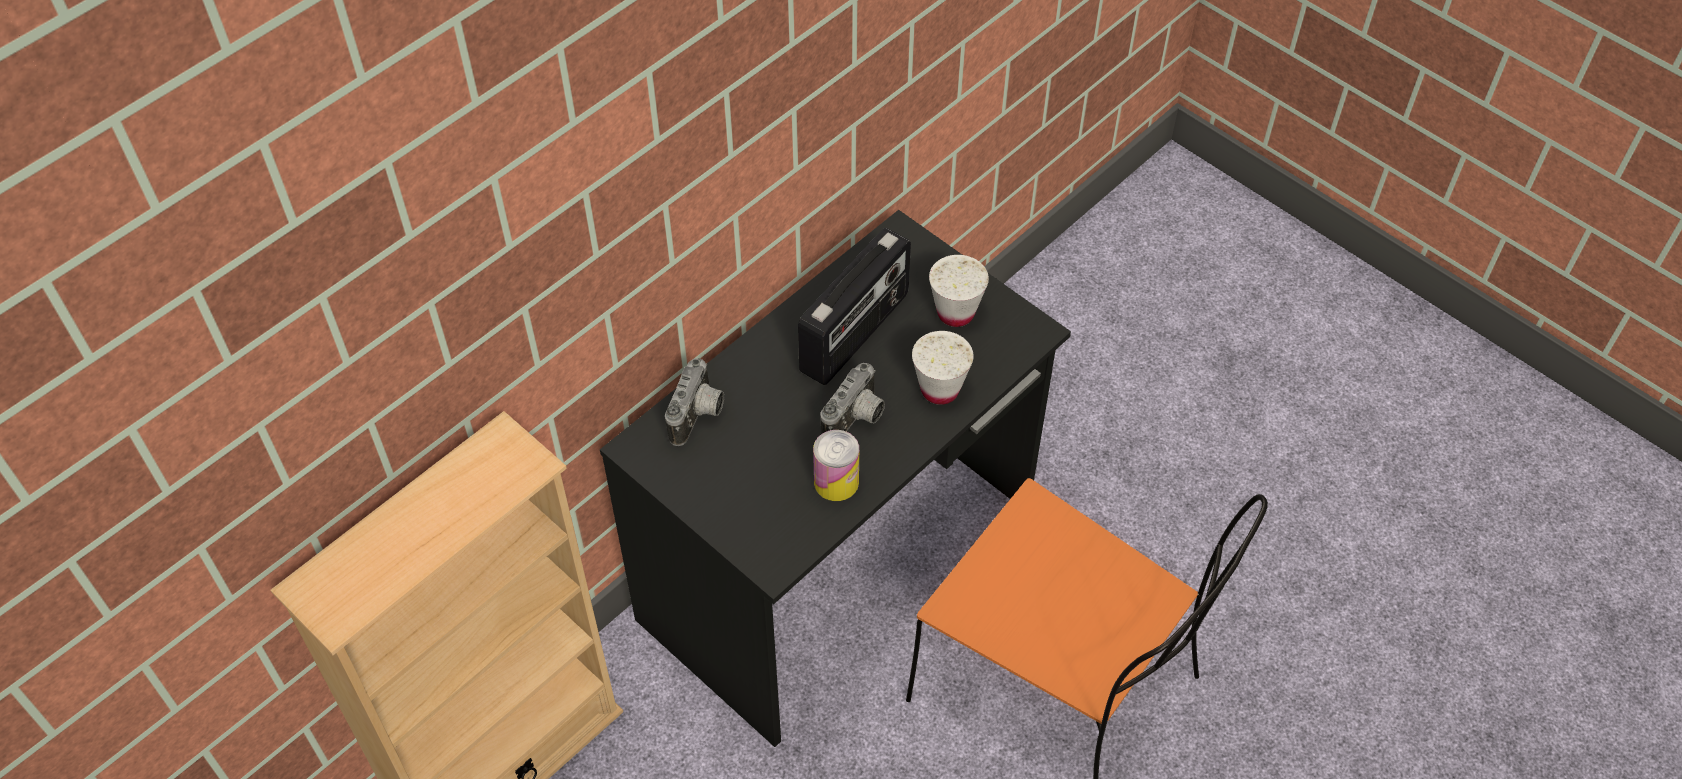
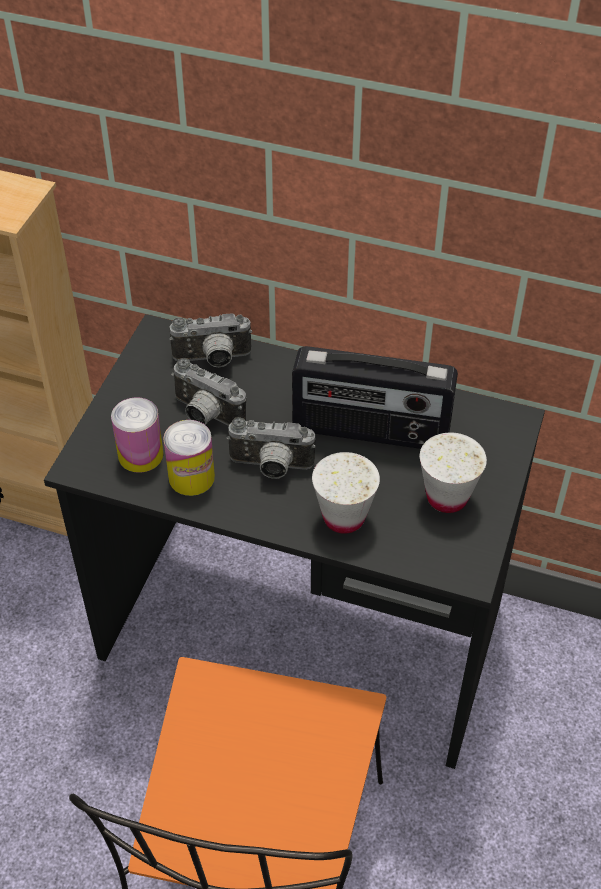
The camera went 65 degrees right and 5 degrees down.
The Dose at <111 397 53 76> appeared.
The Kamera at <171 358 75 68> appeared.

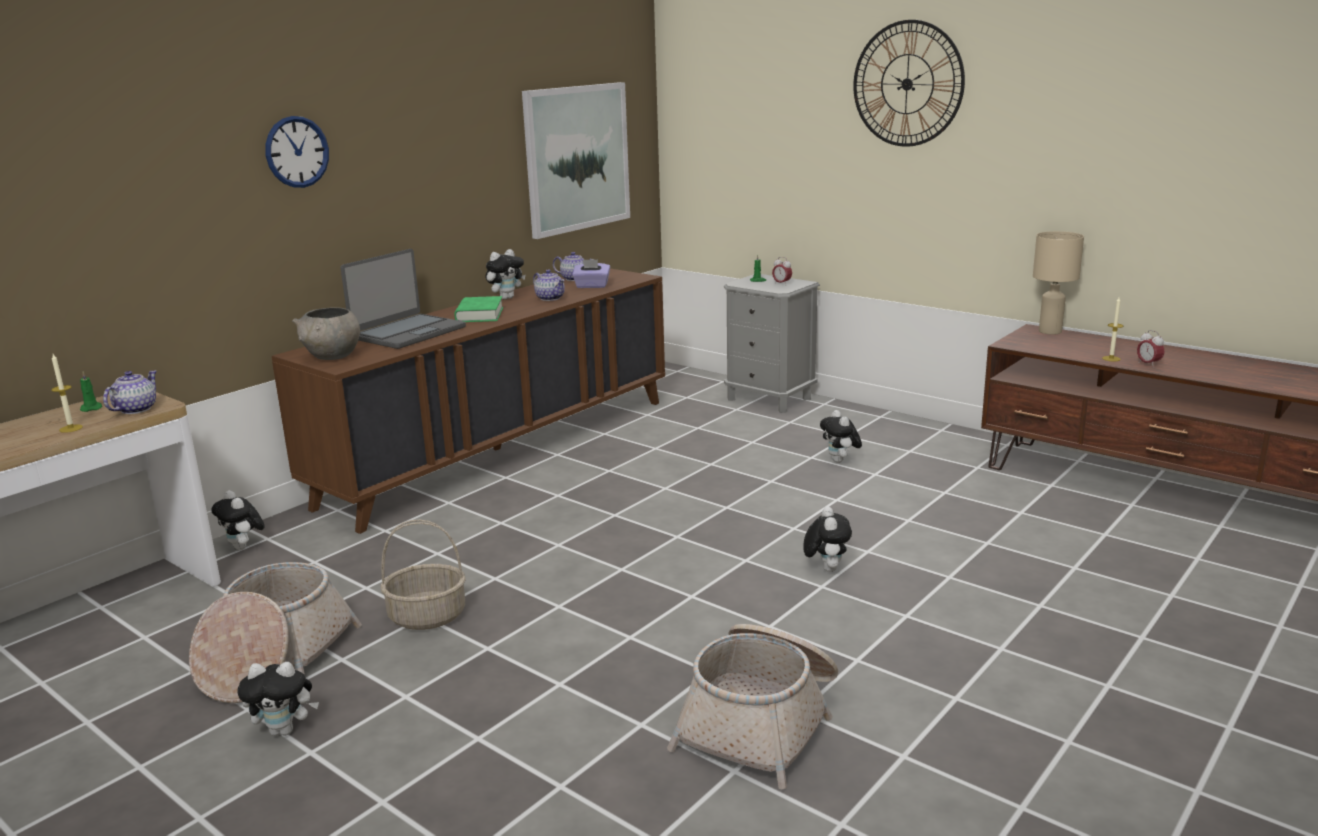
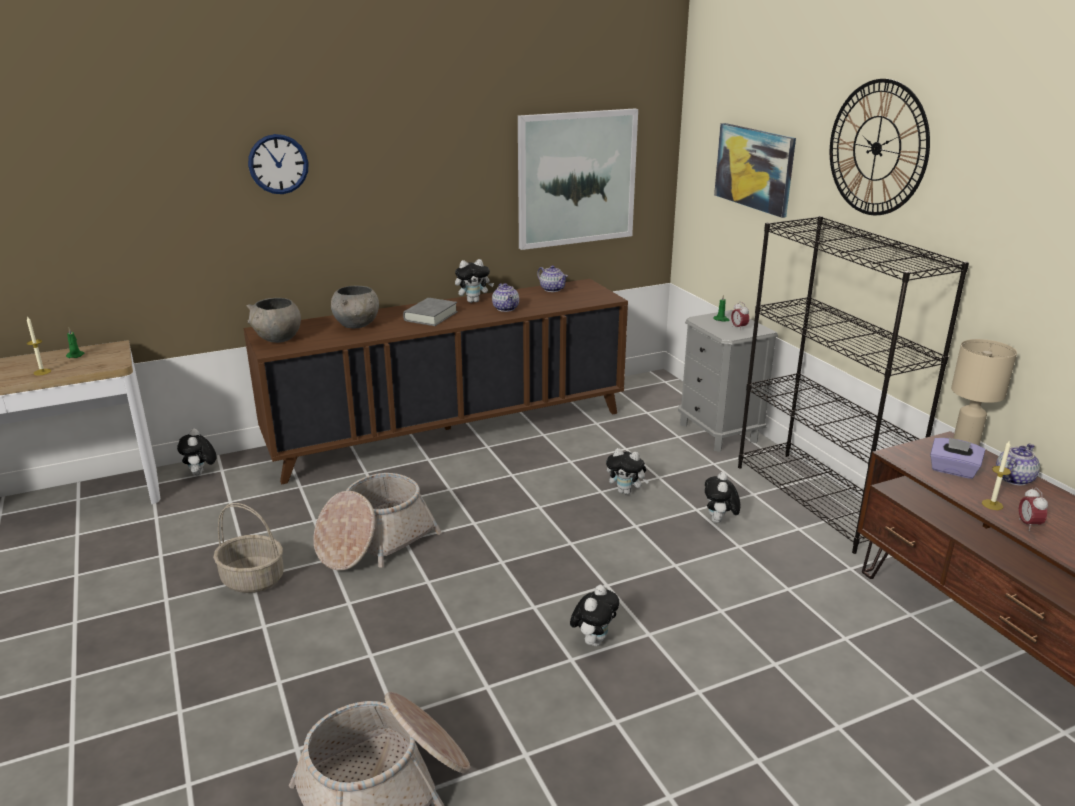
The camera went 25 degrees right and 5 degrees up.
The Bild at <714 123 82 95> appeared.
The Bücherregal/schwarz at <738 216 231 338> appeared.
The Teekanne moved from <103 371 54 43> to <996 444 44 42>.
The Korb moved from <189 562 173 141> to <313 473 129 98>.
The Plüschtier moved from <237 662 82 74> to <606 448 43 47>.
The Taschentuchbox/lila moved from <572 259 38 29> to <930 438 55 41>.
The Laptop at <341 249 125 100> was replaced by the Schüssel/grau at <331 286 48 42>.
The Buch/grün at <454 296 49 26> became the Buch/grau at <403 298 55 28>.

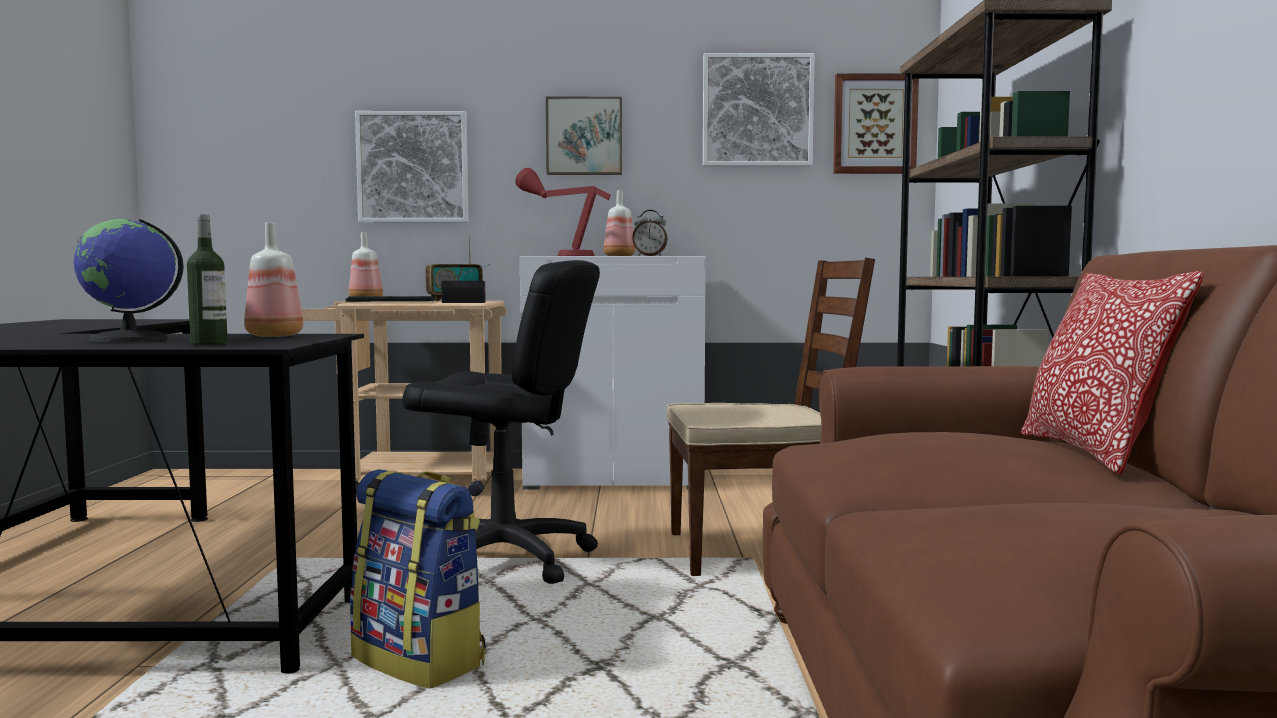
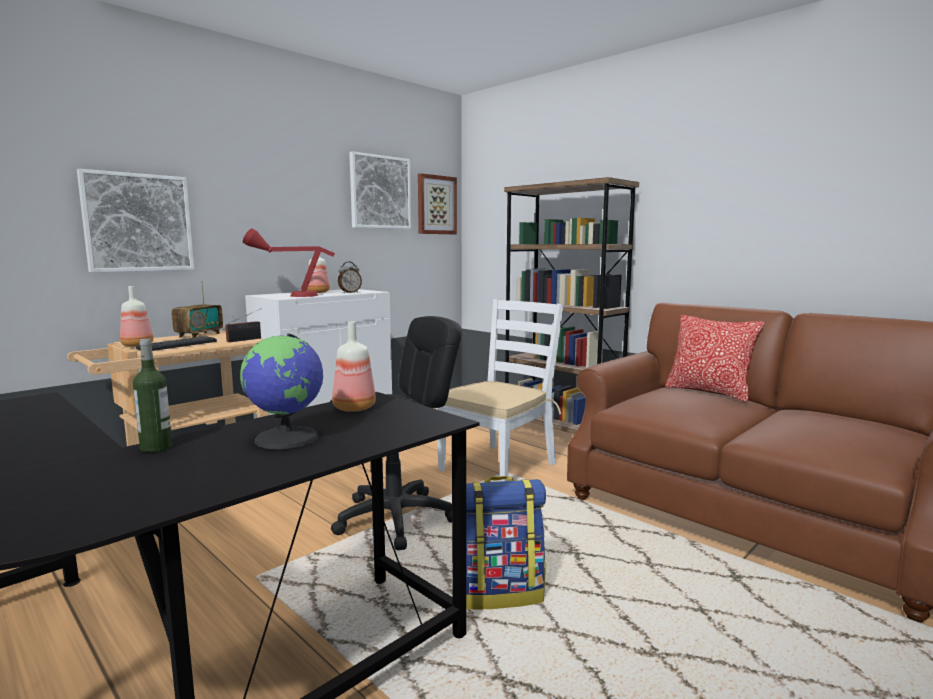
The camera went 45 degrees left and 5 degrees up.
The Bild at <546 97 76 78> disappeared.
The Flasche moved from <187 214 41 131> to <133 339 39 113>.
The Stuhl/braun at <667 258 208 318> became the Stuhl/weiß at <436 299 128 182>.

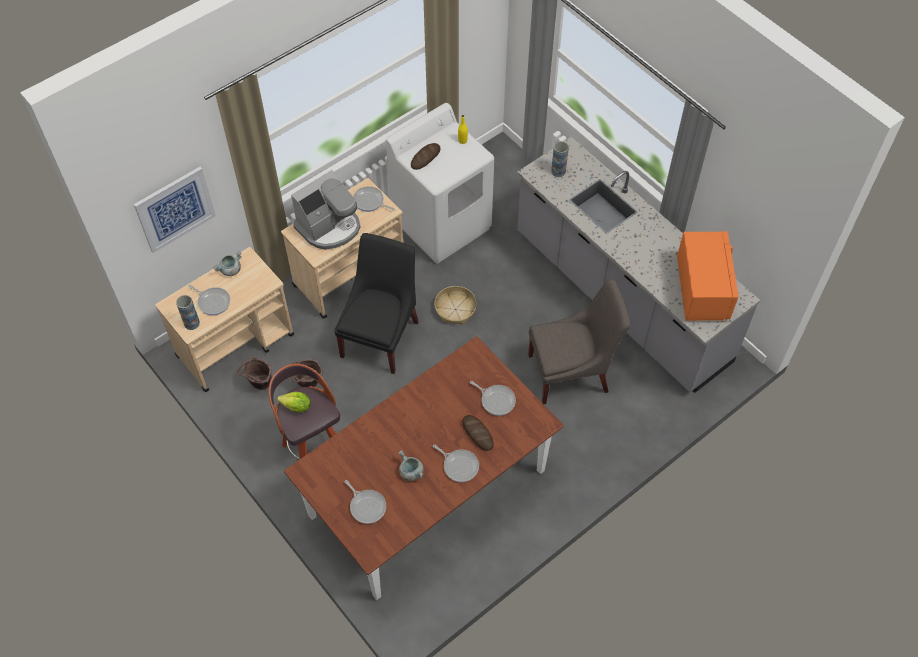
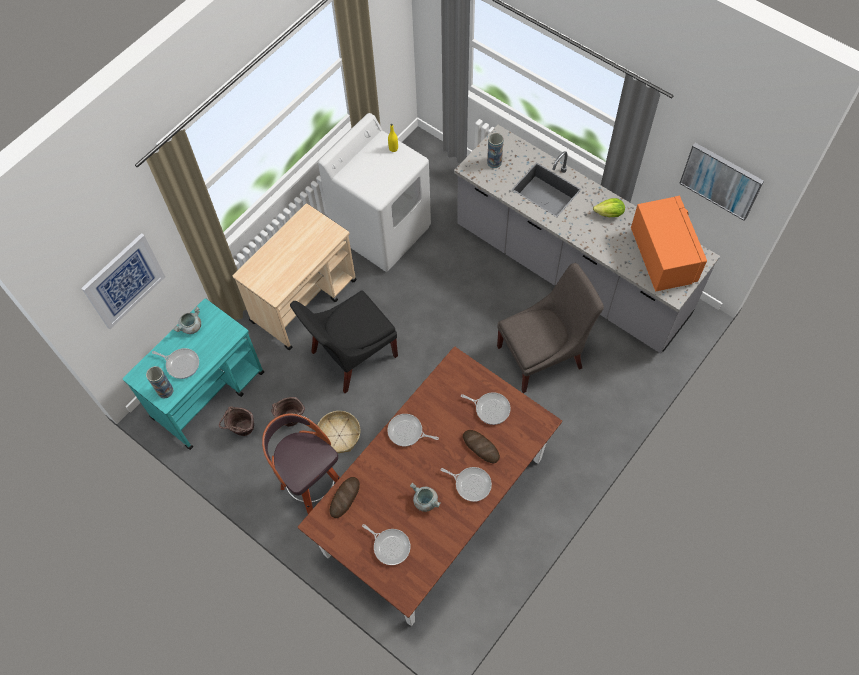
The camera went 10 degrees left and 5 degrees up.
The Kaffeemaschine at <291 170 69 80> disappeared.
The Bild at <679 143 85 78> appeared.
The Salatkopf moved from <277 392 34 20> to <593 198 32 19>.
The Pfanne moved from <353 186 42 26> to <388 414 51 32>.
The Brot moved from <411 143 30 27> to <330 477 30 41>.
The Korb moved from <434 286 43 39> to <317 411 43 42>.
The Rollwagen/beige at <155 247 139 145> became the Rollwagen/türkis at <123 298 141 152>.
The Stuhl/schwarz at <334 233 85 141> turned 135 degrees counterclockwise.

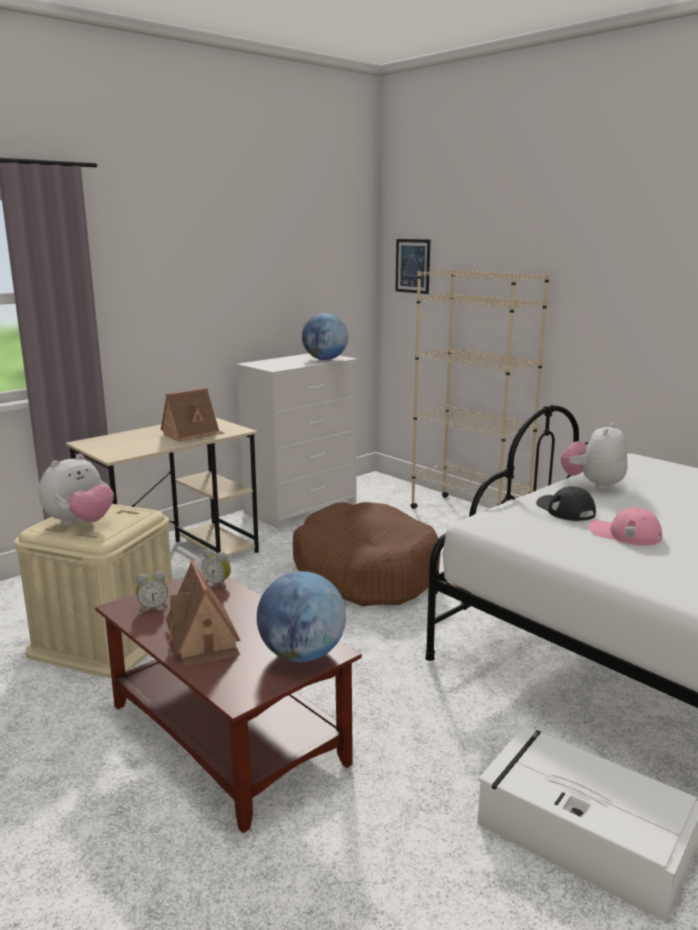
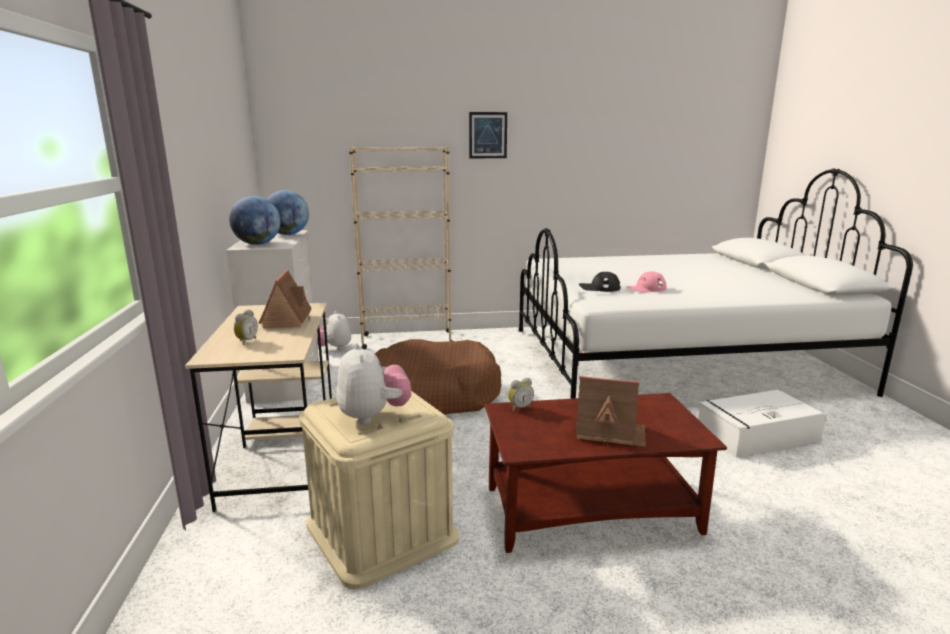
The camera went 55 degrees left and 0 degrees up.
The Wecker moved from <136 571 32 41> to <234 309 24 36>.
The Globus moved from <257 571 89 91> to <229 196 52 49>.
The Bild moved from <395 239 35 55> to <469 112 38 46>.
The Plüschtier moved from <561 422 67 68> to <316 311 35 39>.

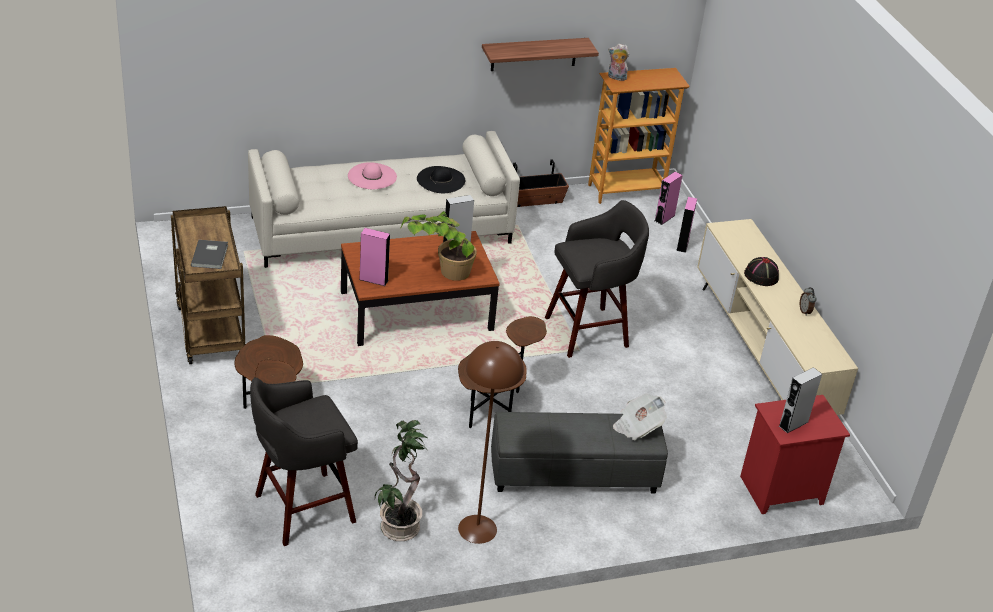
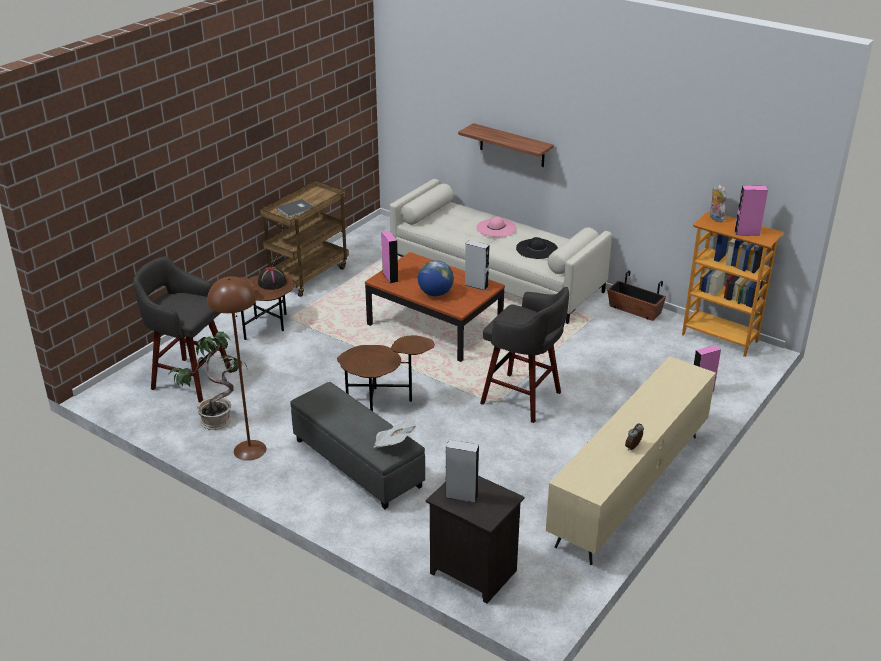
The camera went 55 degrees right and 5 degrees down.
The Wandregal moved from <482 38 117 33> to <458 123 96 44>.
The Lautsprecher/rosa moved from <655 172 28 53> to <734 186 34 50>.
The Hut/schwarz moved from <744 257 35 29> to <258 266 29 24>.
The Topfpflanze at <400 211 77 70> was replaced by the Globus at <418 260 36 36>.
The Nachttisch/rot at <740 395 110 119> became the Nachttisch/schwarz at <426 476 99 128>.

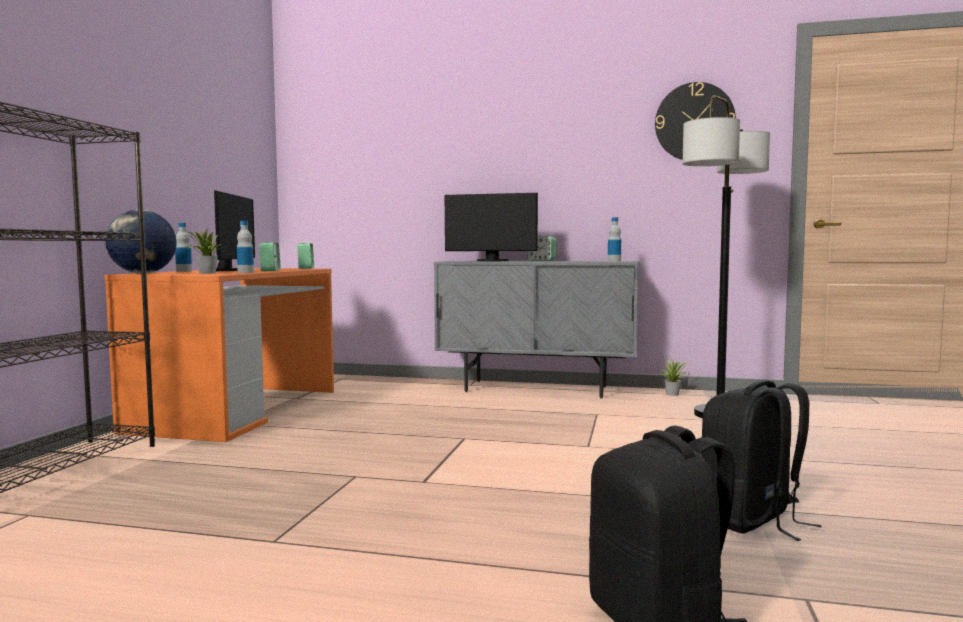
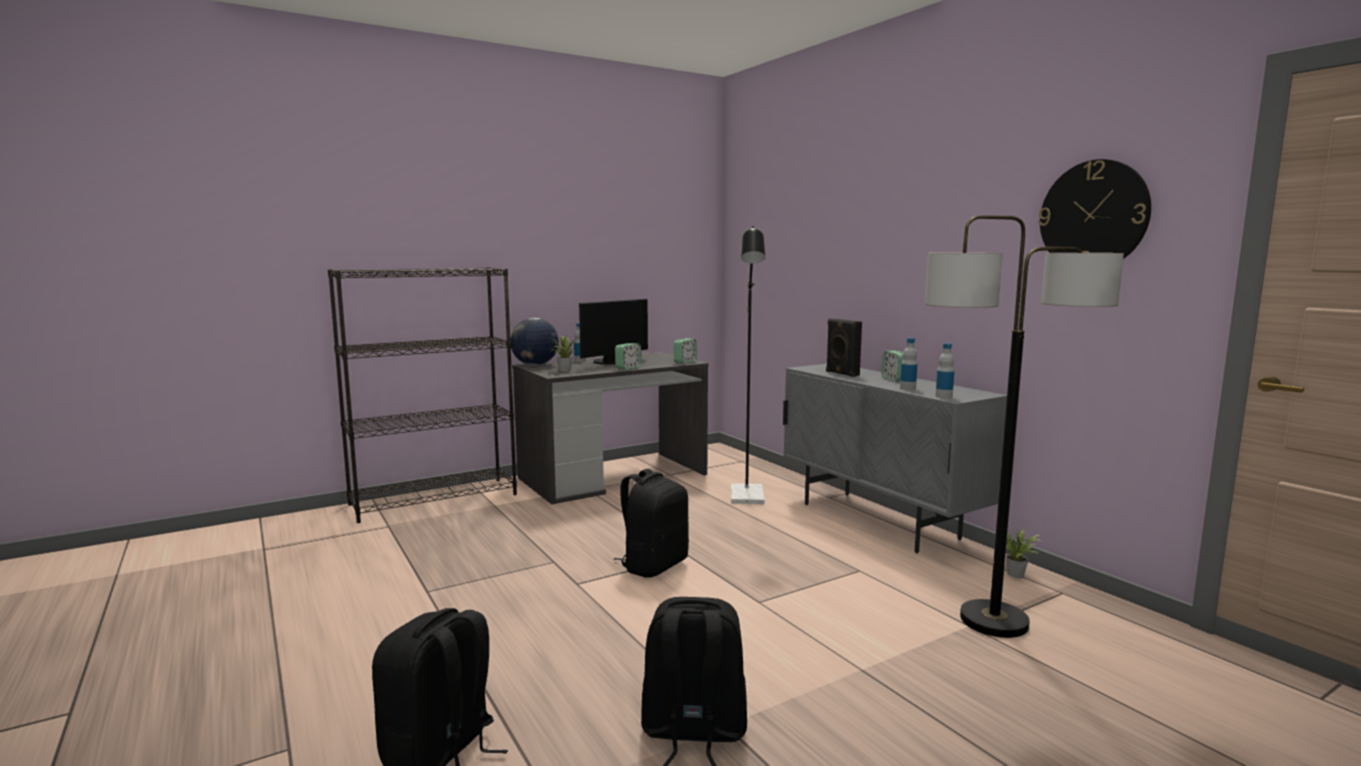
The camera went 45 degrees right and 5 degrees up.
The Rucksack/schwarz at <614 469 75 109> appeared.
The Stehlampe/schwarz at <731 226 34 278> appeared.
The Flasche moved from <237 221 17 52> to <900 338 17 52>.
The Monitor at <445 193 93 68> was replaced by the Lautsprecher/schwarz at <826 318 36 59>.
The Schreibtisch/orange at <104 268 230 174> became the Schreibtisch/grau at <512 352 196 152>.

